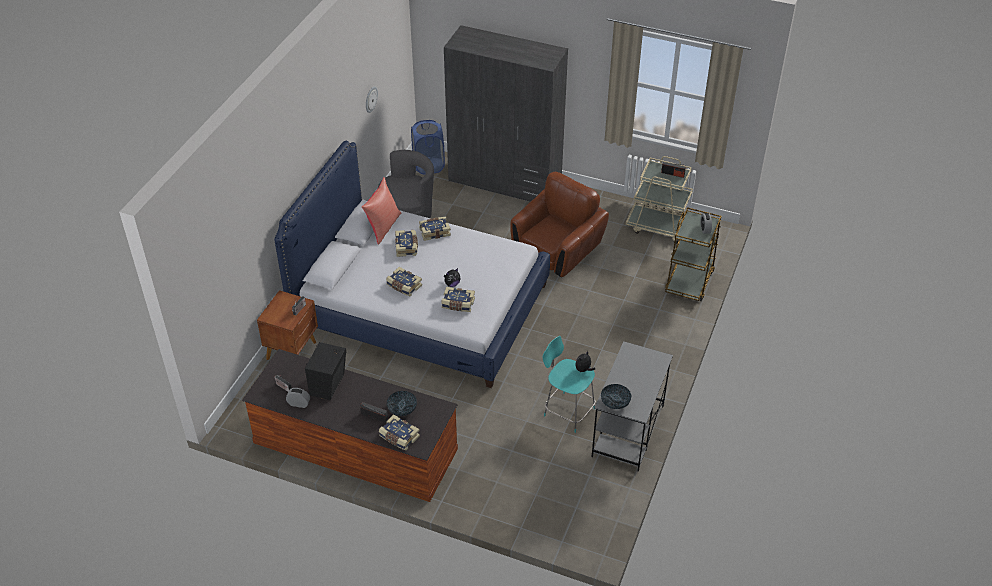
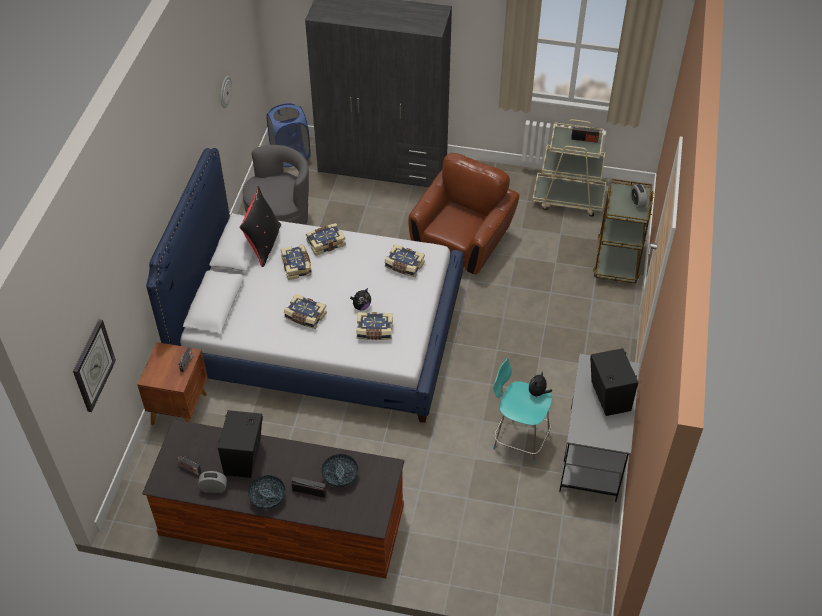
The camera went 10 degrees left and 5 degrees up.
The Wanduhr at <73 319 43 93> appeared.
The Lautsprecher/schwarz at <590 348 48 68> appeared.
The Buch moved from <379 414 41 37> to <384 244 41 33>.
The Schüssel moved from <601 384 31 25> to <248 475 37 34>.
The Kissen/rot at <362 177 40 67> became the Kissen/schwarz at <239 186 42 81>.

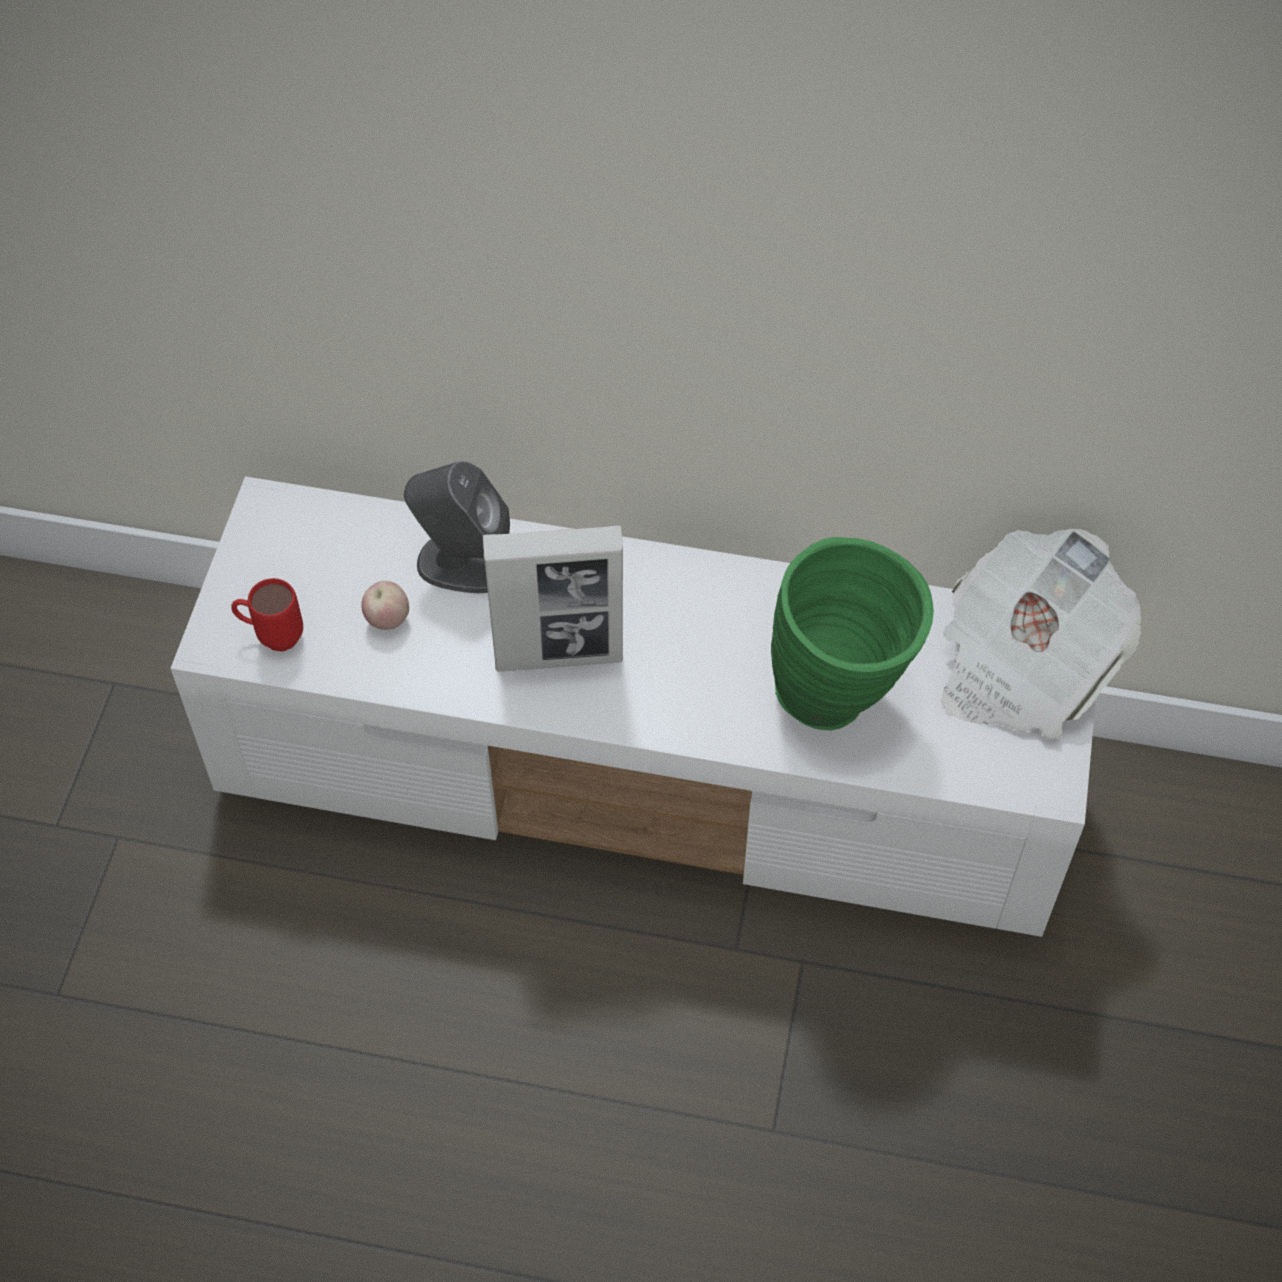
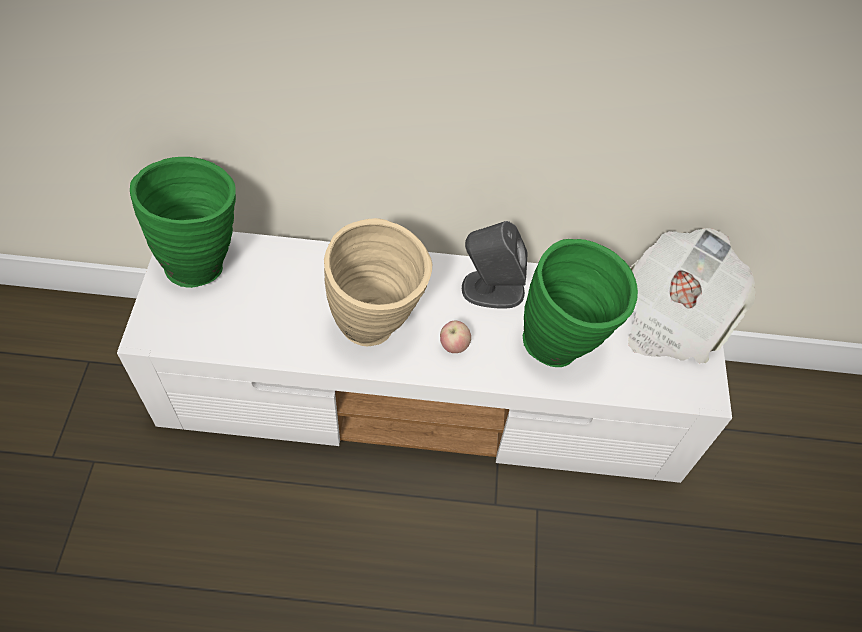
The camera went 10 degrees left and 0 degrees up.
The Henkelbecher/rot at <232 578 71 73> disappeared.
The Vase/grün at <130 157 106 131> appeared.
The Apfel moved from <361 581 48 49> to <440 320 31 33>.
The Lautsprecher/grau moved from <404 461 106 132> to <462 221 66 88>.
The Bilderrahmen at <483 525 140 146> was replaced by the Vase/beige at <324 218 108 128>.

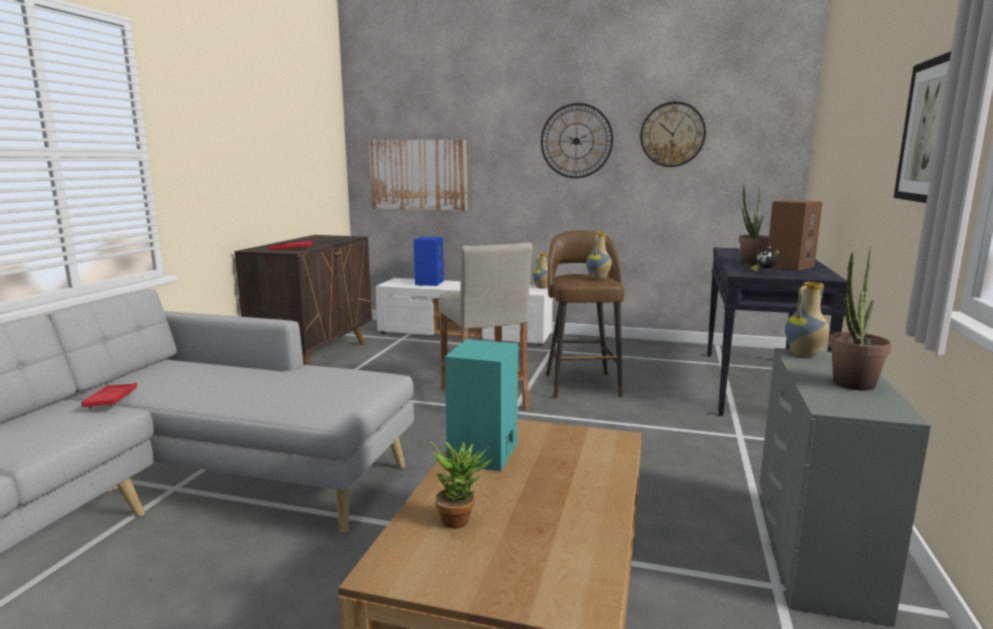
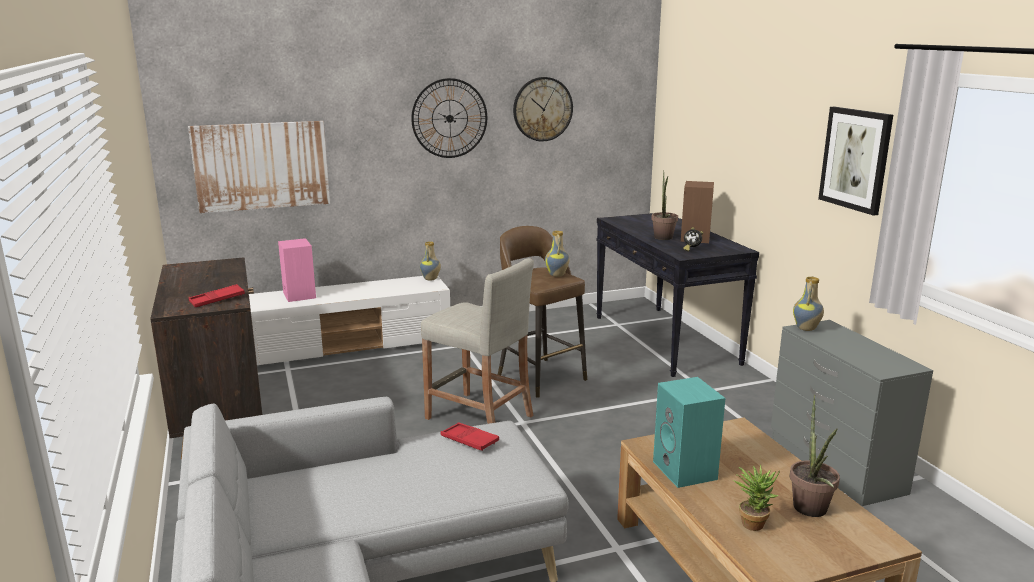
The camera went 35 degrees left and 5 degrees up.
The Tablett/rot moved from <81 383 56 26> to <440 422 59 29>.
The Topfpflanze moved from <829 246 63 145> to <790 395 50 122>.
The Lautsprecher/blau at <414 237 30 49> became the Lautsprecher/rosa at <278 238 38 64>.

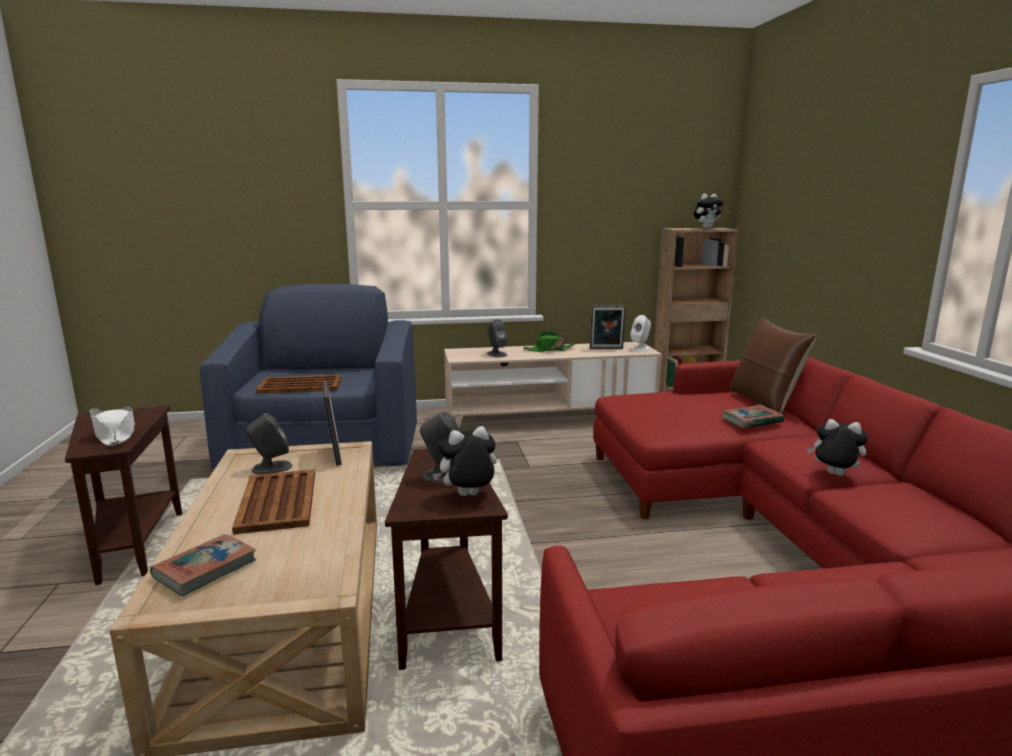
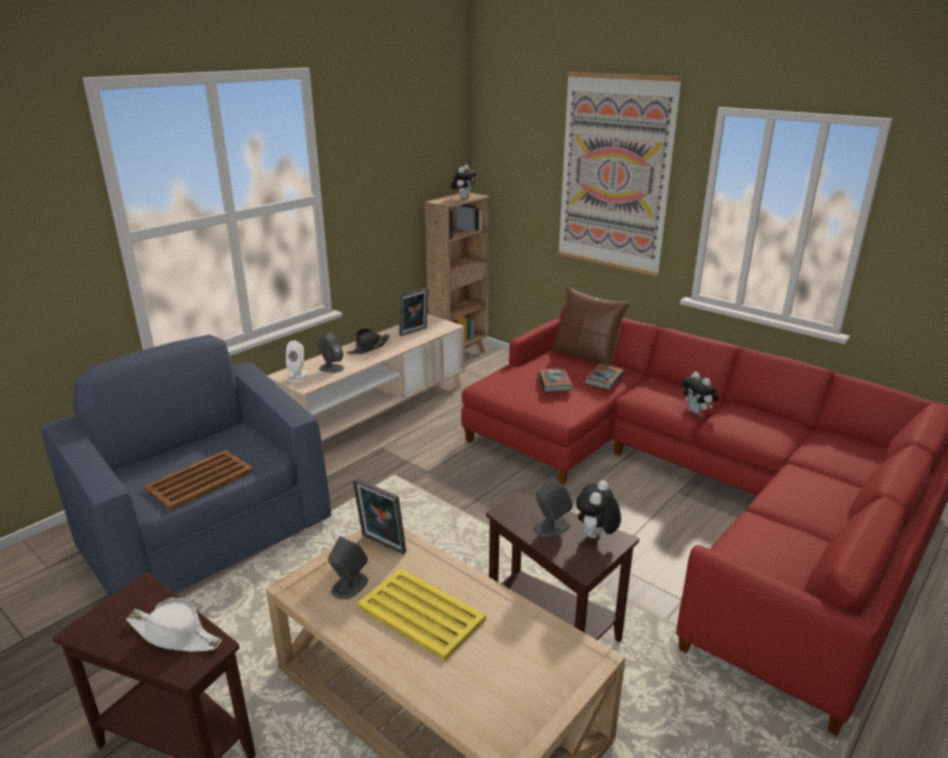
The camera went 40 degrees left and 10 degrees up.
The Bild at <558 72 124 205> appeared.
The Buch moved from <150 534 107 62> to <538 369 35 23>.
The Lautsprecher/weiß moved from <630 315 21 37> to <286 341 22 41>.
The Tablett/braun at <232 469 83 65> became the Tablett/gelb at <357 568 129 93>.
The Hut/grün at <523 331 53 21> became the Hut/schwarz at <347 328 43 26>.
The Plüschtier at <807 419 61 57> turned 105 degrees counterclockwise.

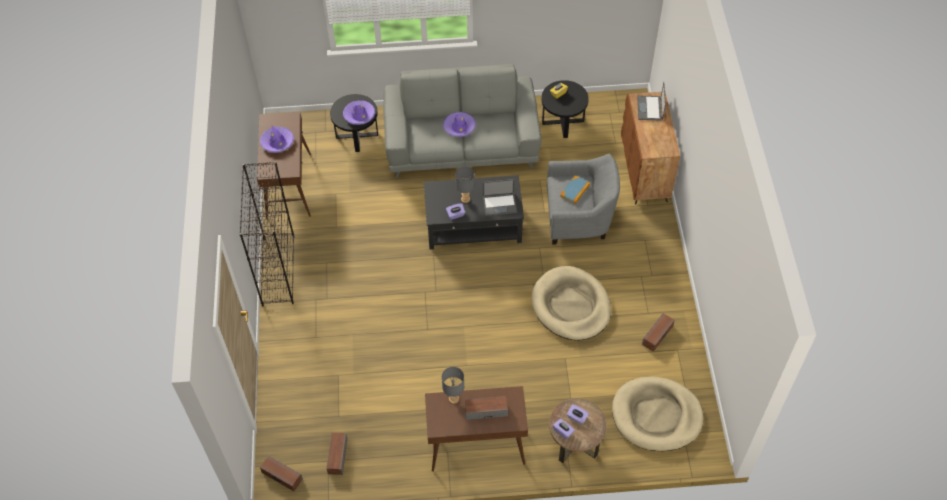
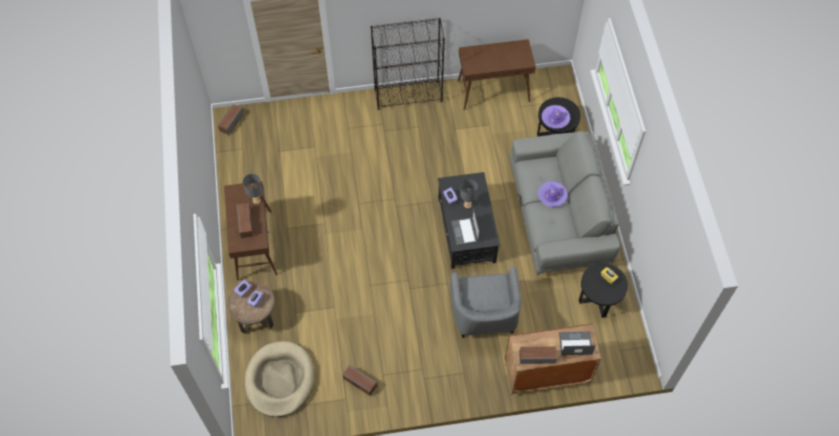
The camera went 85 degrees right and 5 degrees up.
The Hut/lila at <260 126 34 27> disappeared.
The Hundebett/beige at <531 266 80 75> disappeared.
The Buch at <560 176 30 28> disappeared.
The Lautsprecher moved from <326 432 21 43> to <519 346 38 18>.

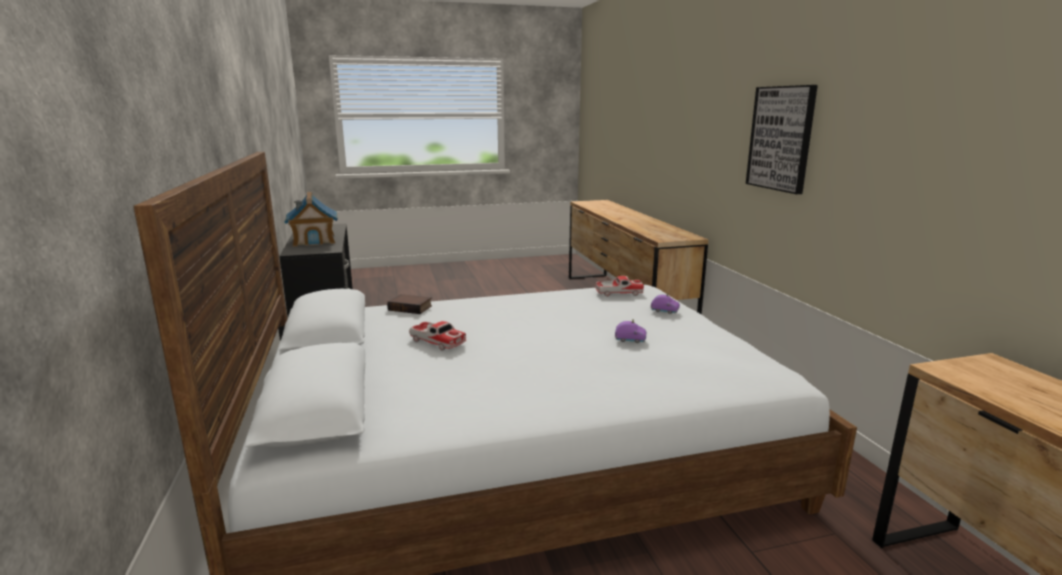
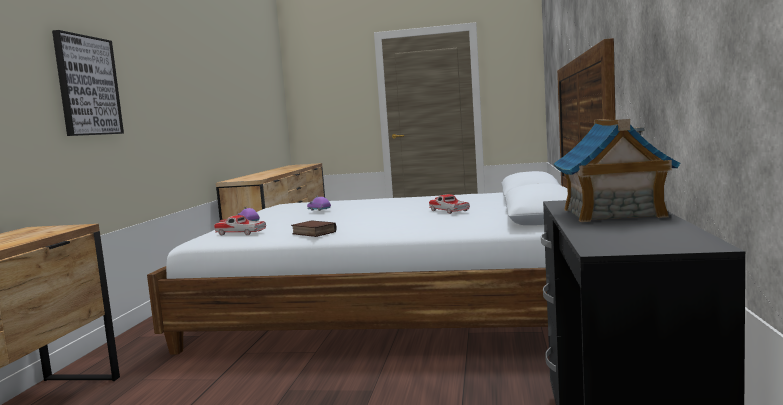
The camera went 155 degrees left and 10 degrees down.
The Buch moved from <387 294 45 20> to <291 220 46 17>.

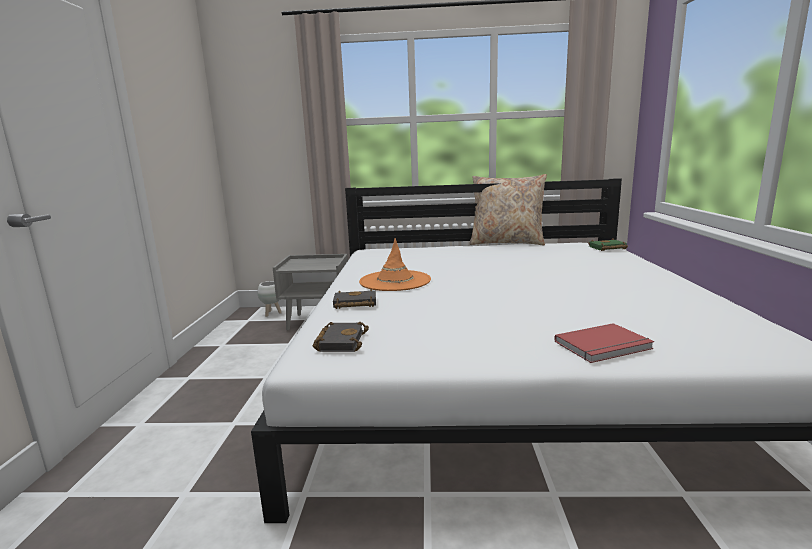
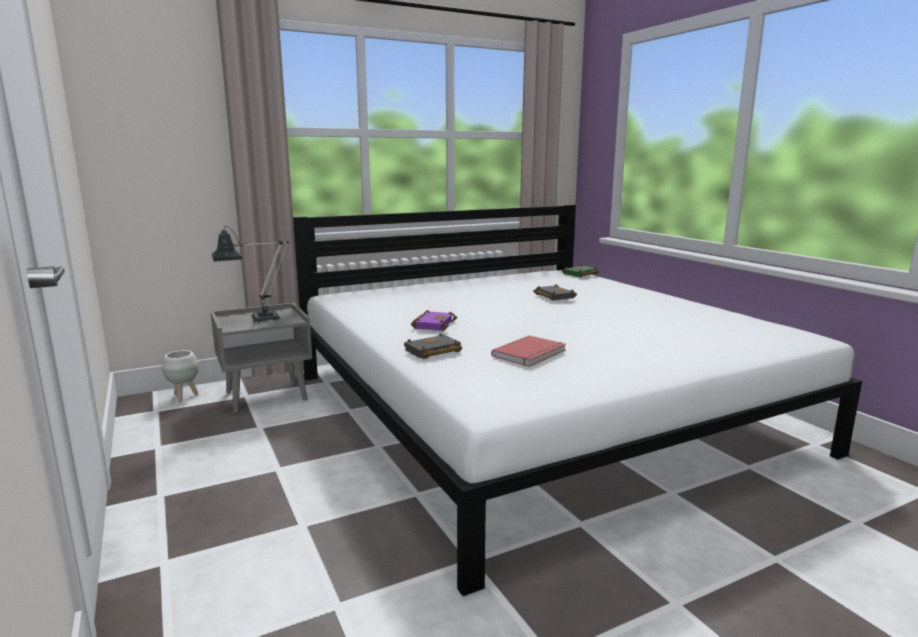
The camera went 30 degrees left and 0 degrees up.
The Kissen/beige at <470 174 77 71> disappeared.
The Tischlampe at <212 226 77 96> appeared.
The Buch/schwarz moved from <313 322 56 30> to <533 284 44 17>.
The Buch/rot moved from <554 323 100 40> to <491 335 75 32>.
The Hut/orange at <359 238 72 53> was replaced by the Buch/lila at <411 310 46 21>.

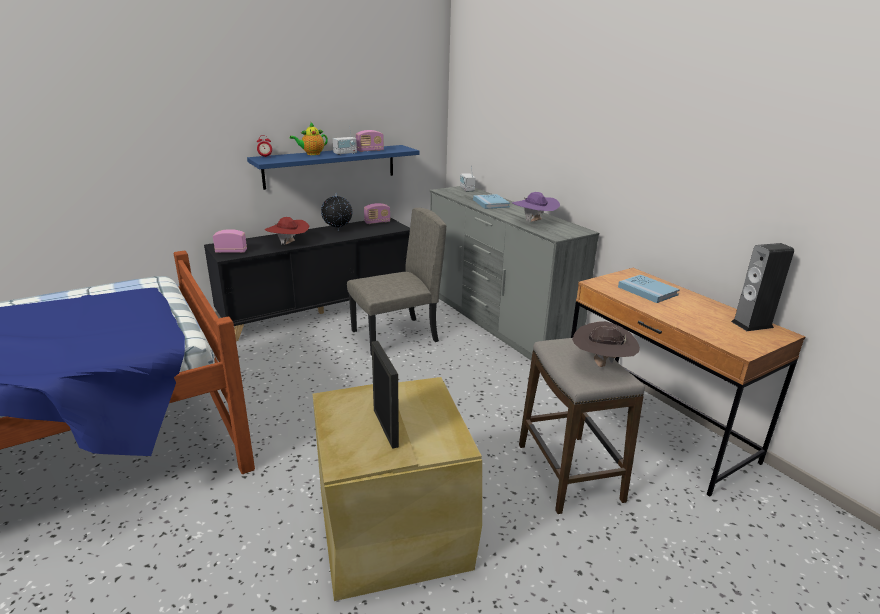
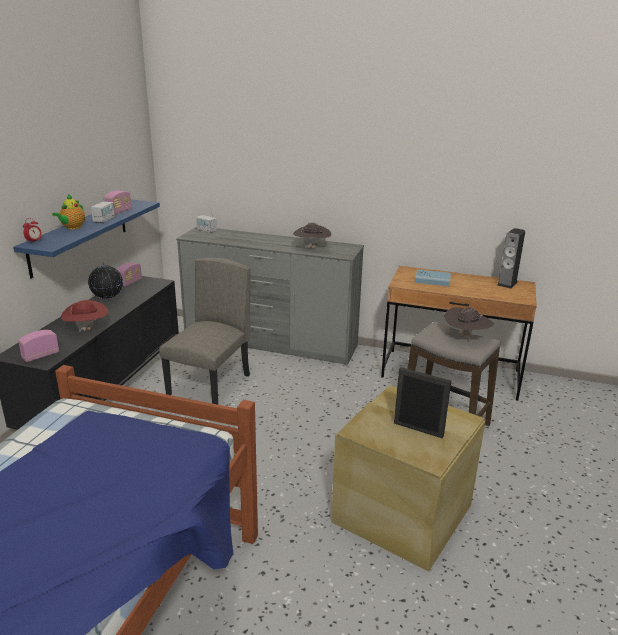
The camera went 40 degrees left and 0 degrees up.
The Buch/blau at <473 194 37 15> disappeared.
The Hut/lila at <512 192 48 30> became the Hut/braun at <293 223 38 26>.

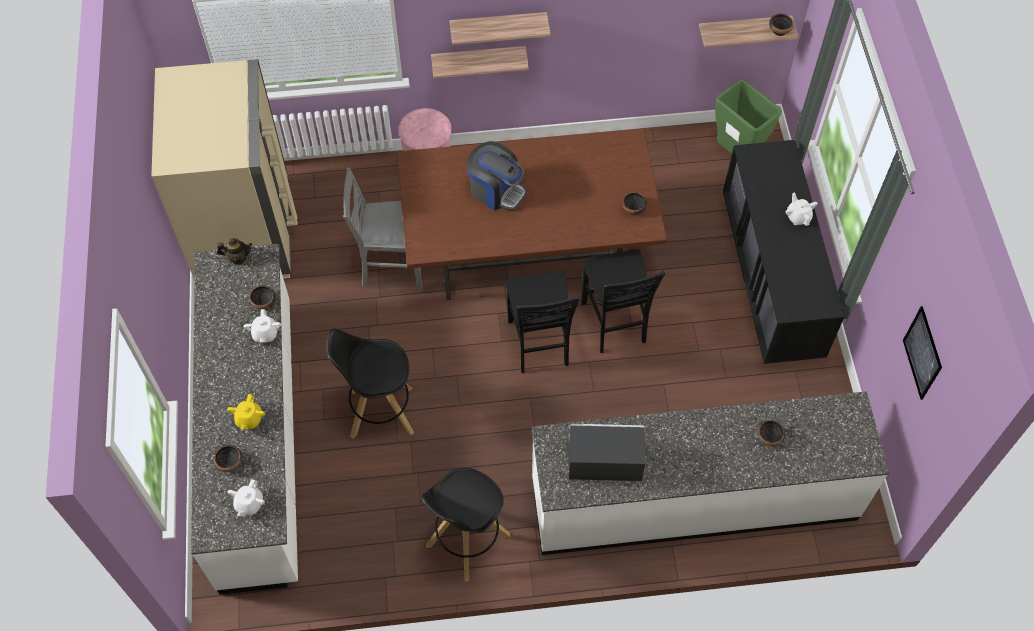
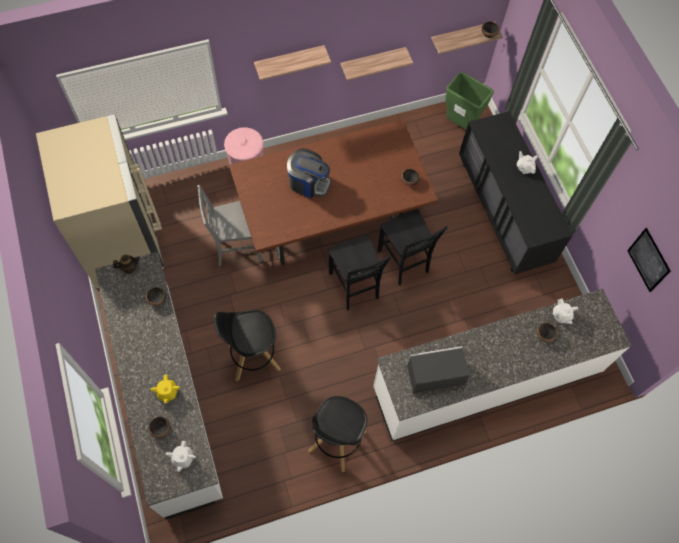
The camera went 15 degrees left and 5 degrees up.
The Teekanne/weiß moved from <244 309 37 34> to <552 298 26 26>.
The Wandregal moved from <431 46 98 32> to <340 47 73 34>.

